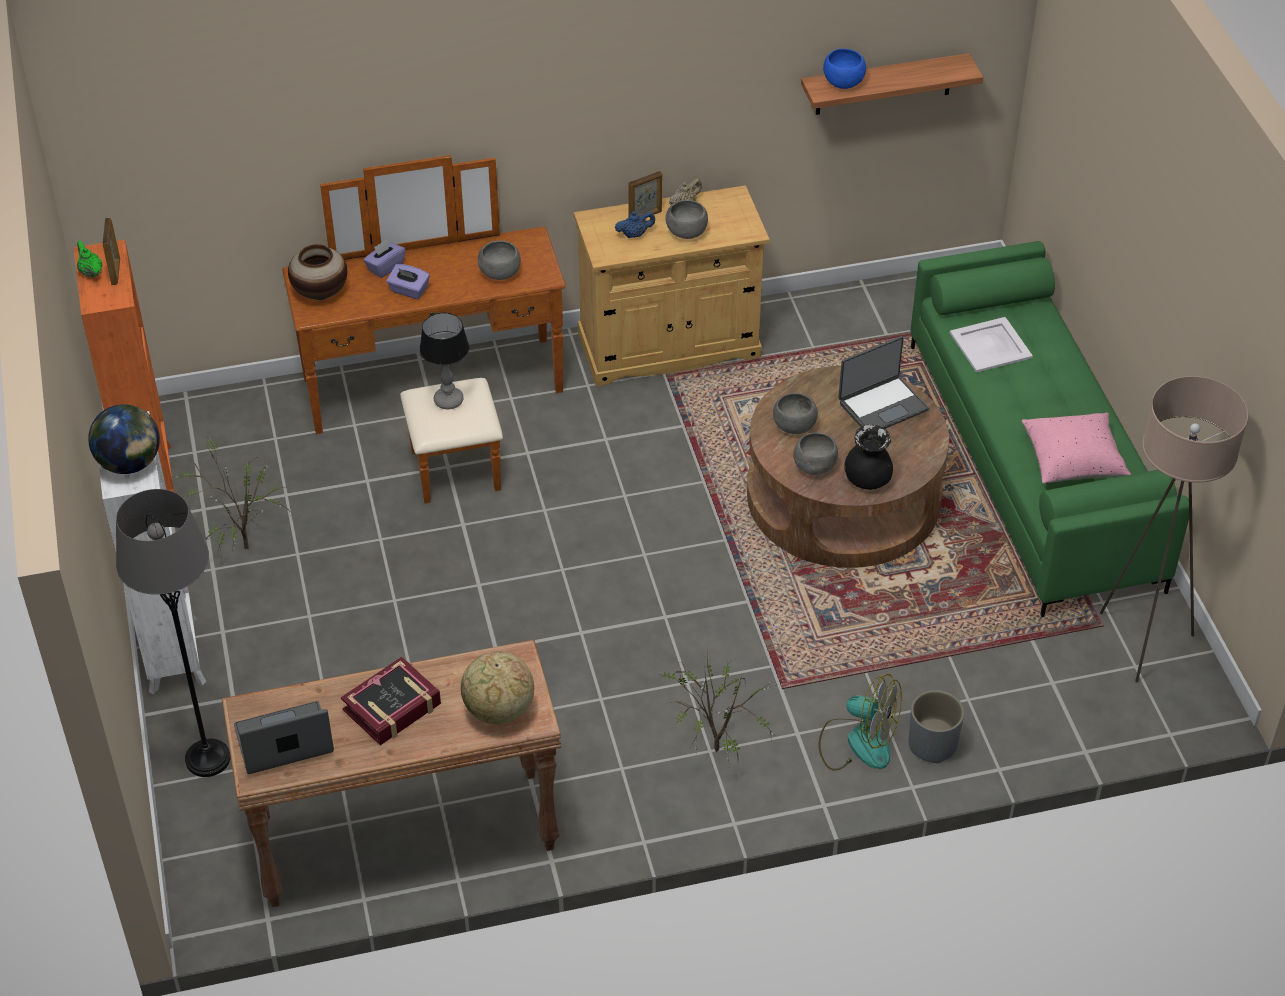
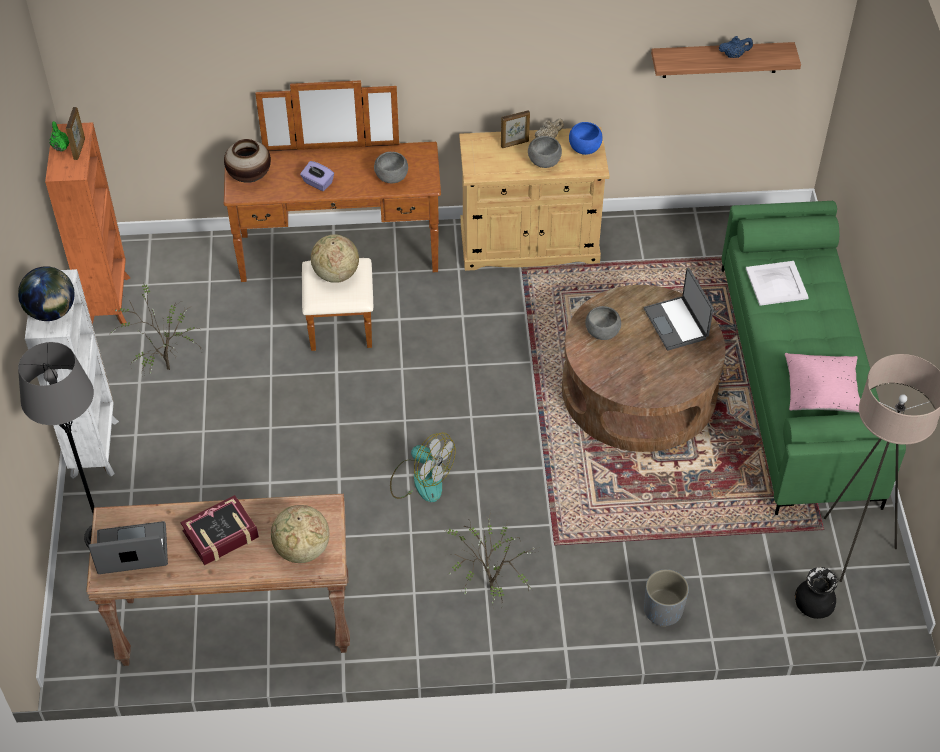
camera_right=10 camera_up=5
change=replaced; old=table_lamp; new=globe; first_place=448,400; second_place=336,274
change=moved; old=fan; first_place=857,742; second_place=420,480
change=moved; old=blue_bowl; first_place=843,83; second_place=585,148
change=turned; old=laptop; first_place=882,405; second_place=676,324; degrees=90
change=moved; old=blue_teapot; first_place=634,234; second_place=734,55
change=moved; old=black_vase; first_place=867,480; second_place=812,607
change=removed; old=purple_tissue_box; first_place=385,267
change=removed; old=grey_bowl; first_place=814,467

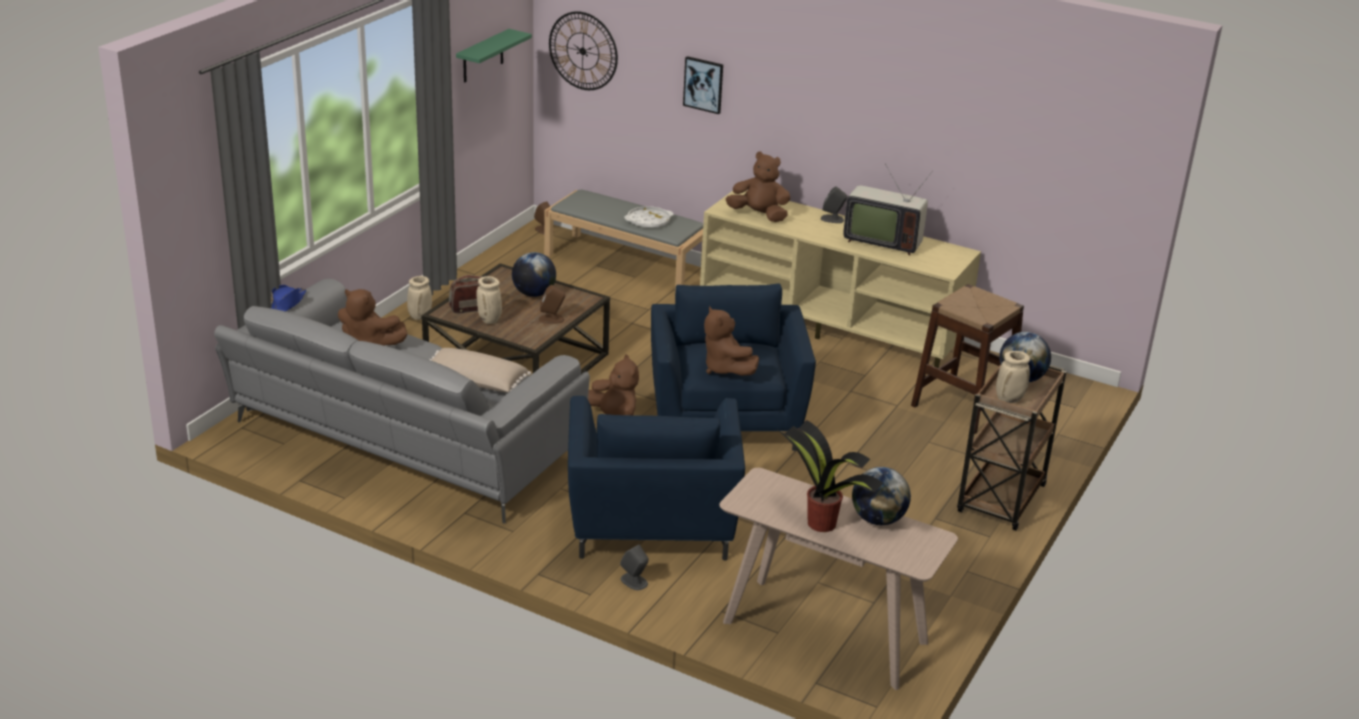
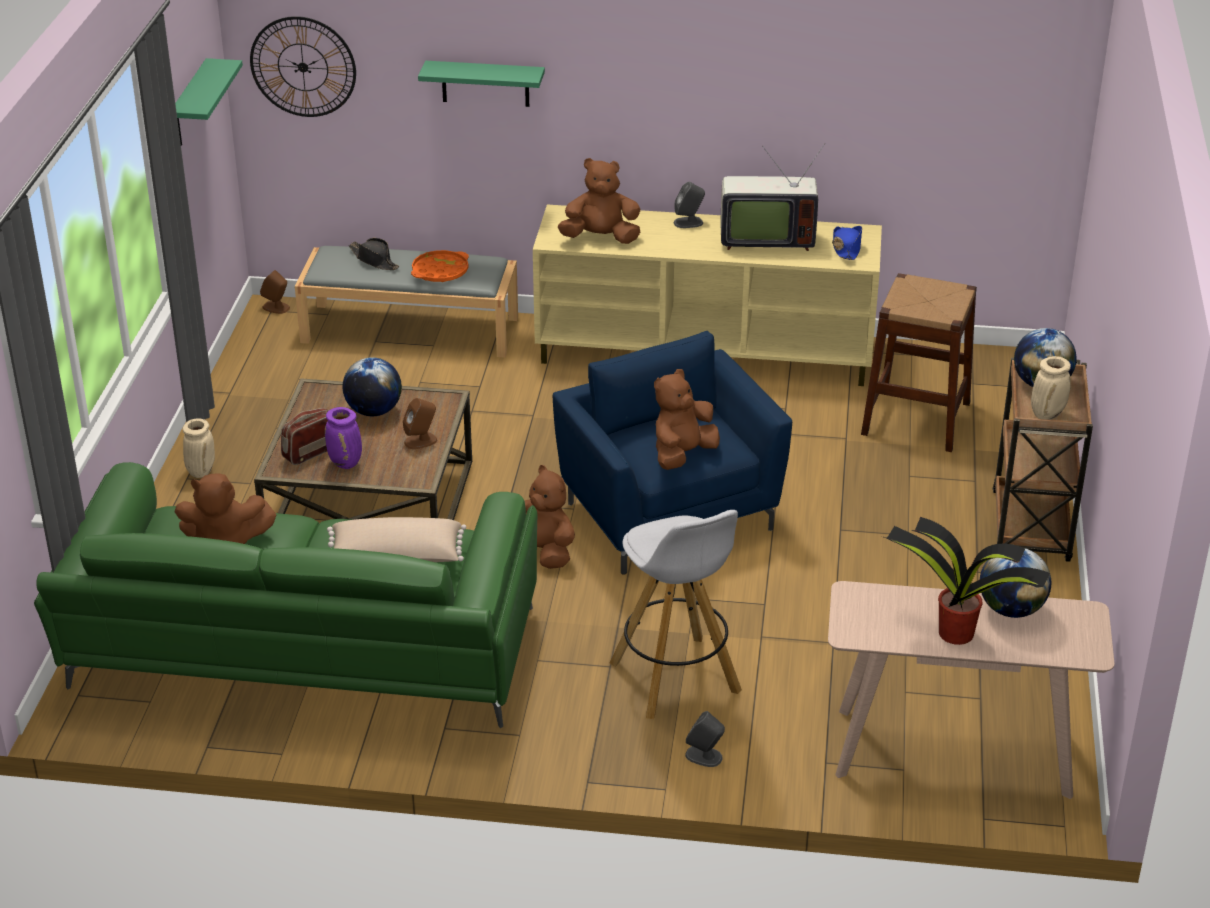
camera_right=-20 camera_up=5
change=recoloured; old=grey_sofa; new=green_sofa; first_place=403,441; second_place=300,653
change=recoloured; old=beige_vase; new=purple_vase; first_place=490,320; second_place=346,463
change=added; new=black_hat; second_place=374,260
change=recoloured; old=white_tray; new=orange_tray; first_place=648,221; second_place=440,271
change=replaced; old=picture; new=green_shelf; first_place=703,84; second_place=485,83
change=replaced; old=blue_armchair; new=white_stool; first_place=651,527; second_place=676,679
change=turned; old=brown_plush_toy; first_place=725,369; second_place=682,455; degrees=90
change=moved; old=blue_hat; first_place=286,304; second_place=846,248

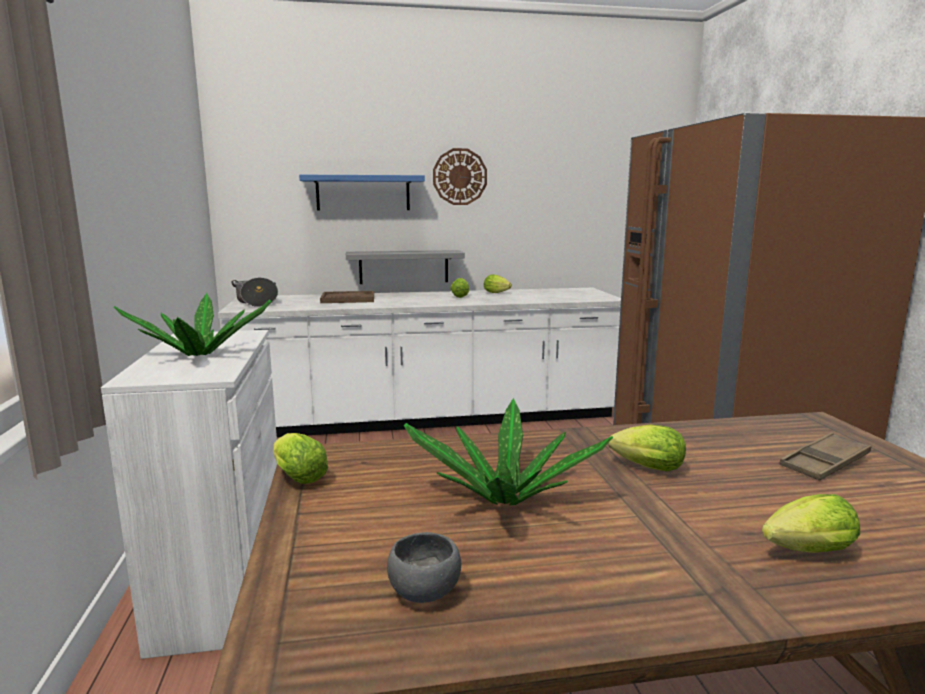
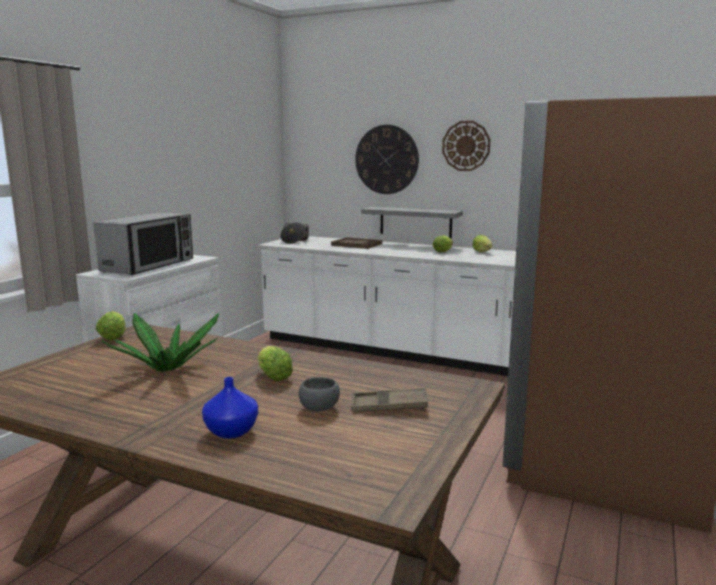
camera_right=35 camera_up=0
change=replaced; old=potted_plant; new=microwave; first_place=199,354; second_place=149,265
change=replaced; old=lettuce; new=blue_vase; first_place=804,552; second_place=231,432
change=moved; old=grey_bowl; first_place=425,591; second_place=320,408
change=replaced; old=blue_shelf; new=wall_clock; first_place=363,193; second_place=386,159

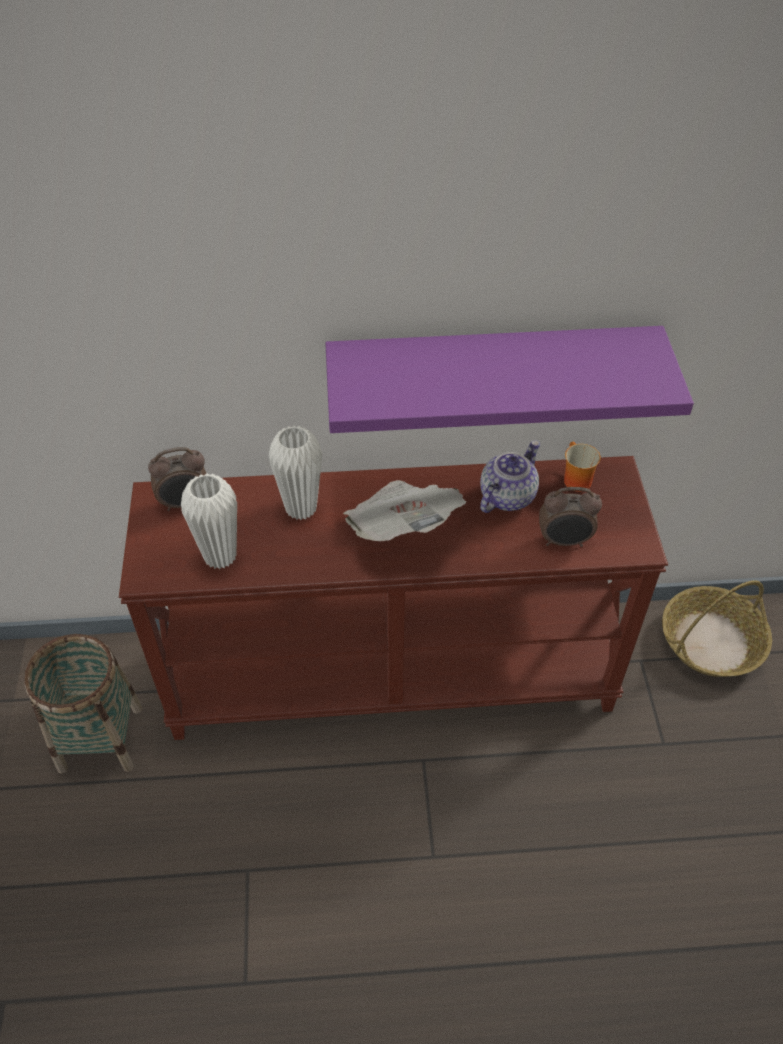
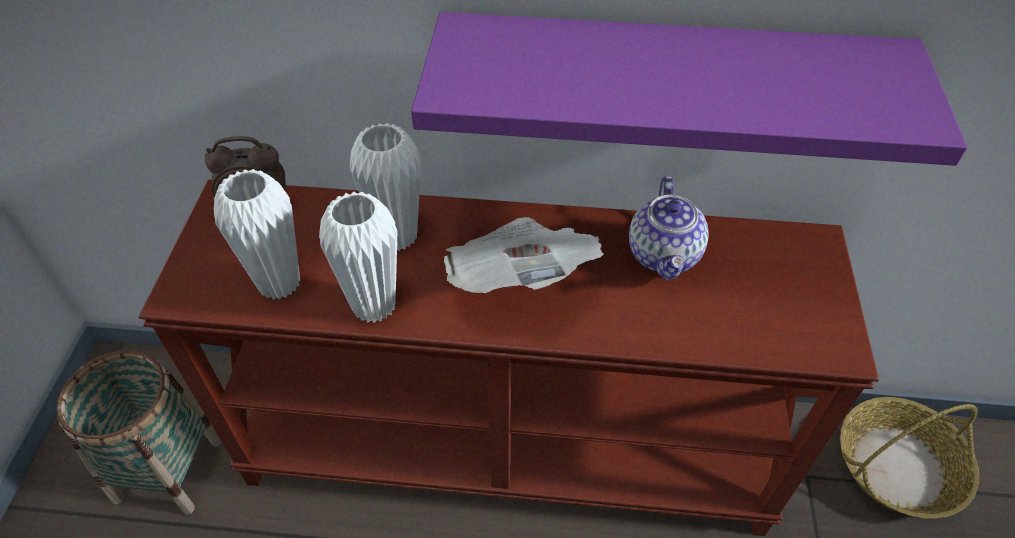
camera_right=10 camera_up=0
change=added; new=white_vase; second_place=374,306
change=turned; old=teapot; first_place=507,496; second_place=665,255; degrees=135
change=removed; old=alarm_clock; first_place=564,541
change=removed; old=mug; first_place=574,479

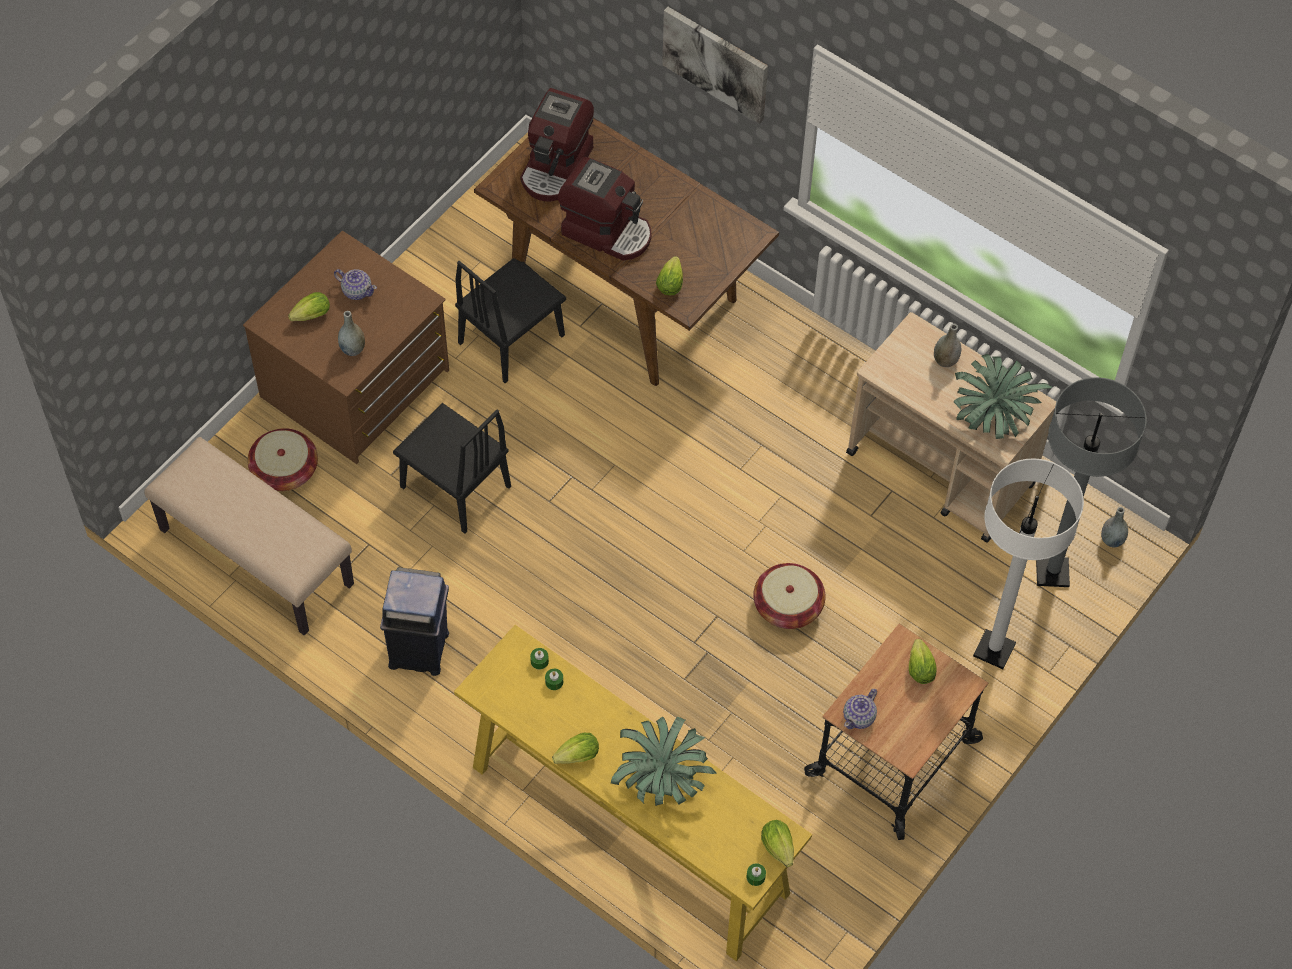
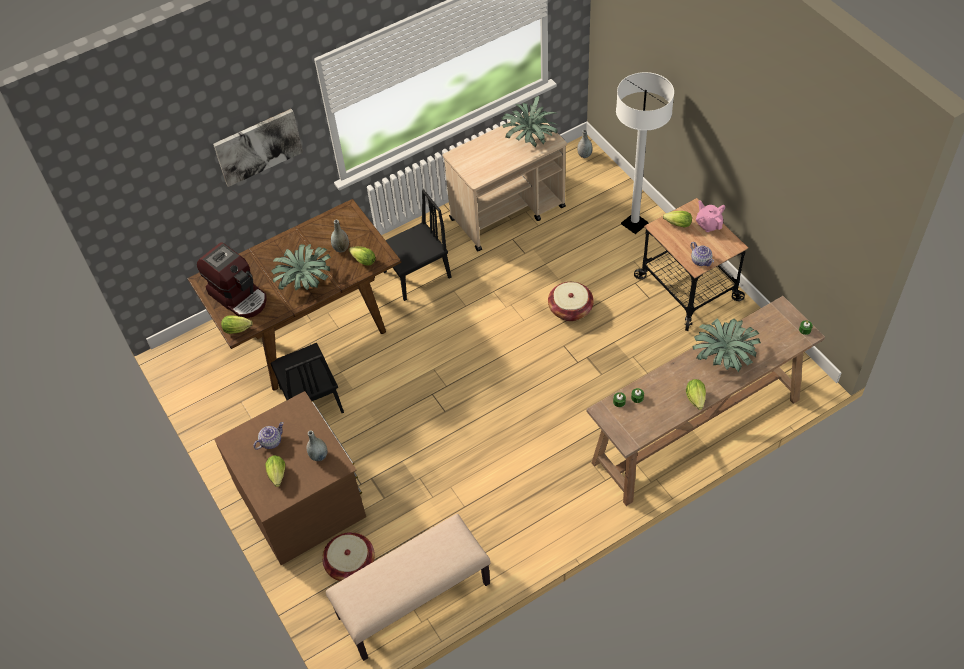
camera_right=-65 camera_up=-5
change=moved; old=lettuce; first_place=779,850; second_place=239,329
change=replaced; old=coffee_machine; new=potted_plant; first_place=607,231; second_place=305,282
change=moved; old=grey_vase; first_place=945,360; second_place=341,248
change=moved; old=black_chair; first_place=455,486; second_place=417,274
change=recoloured; old=yellow_console_table; new=brown_console_table; first_place=627,829; second_place=695,431
change=added; new=pink_teapot; second_place=708,224
change=removed; old=blue_trash_can; first_place=420,650
change=removed; old=grey_floor_lamp; first_place=1052,573

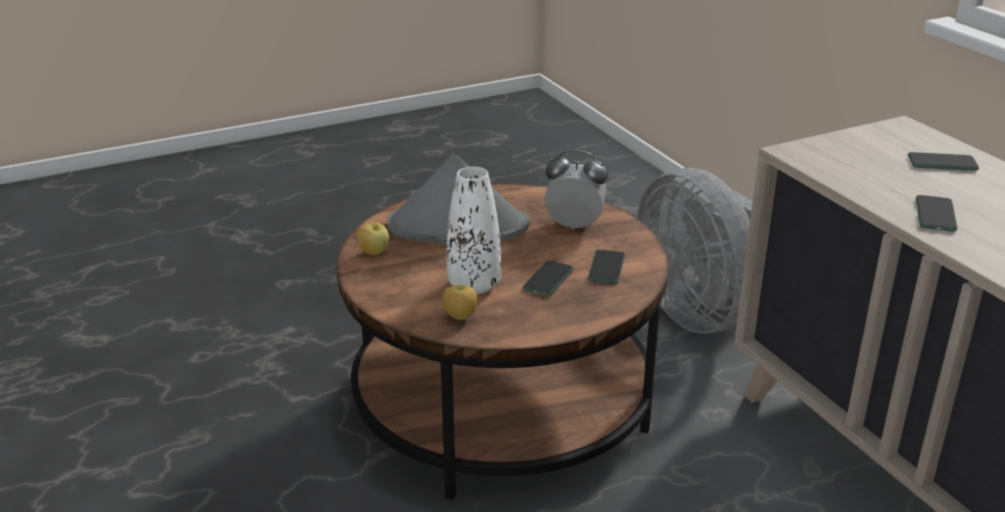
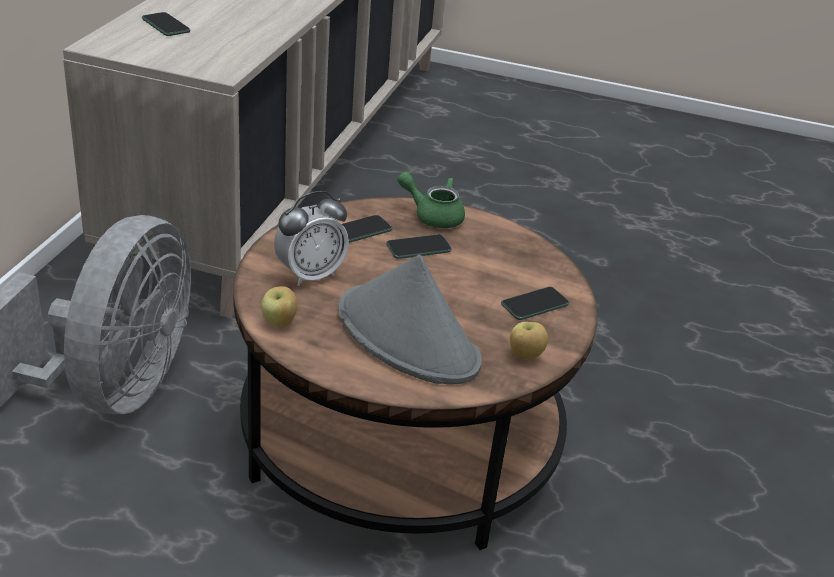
camera_right=-140 camera_up=5
change=moved; old=apple; first_place=460,317; second_place=280,322
change=turned; old=alarm_clock; first_place=574,225; second_place=310,275; degrees=-90
change=added; new=green_teapot; second_place=433,215
change=moved; old=phone; first_place=935,215; second_place=534,304
change=removed; old=white_vase; first_place=474,285

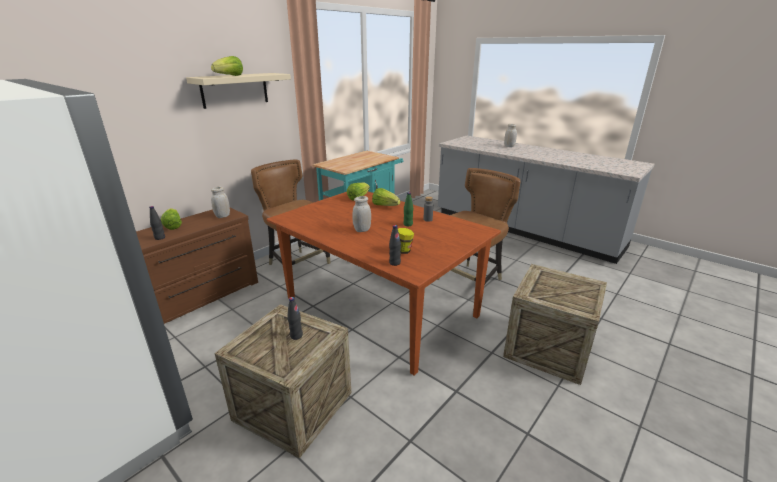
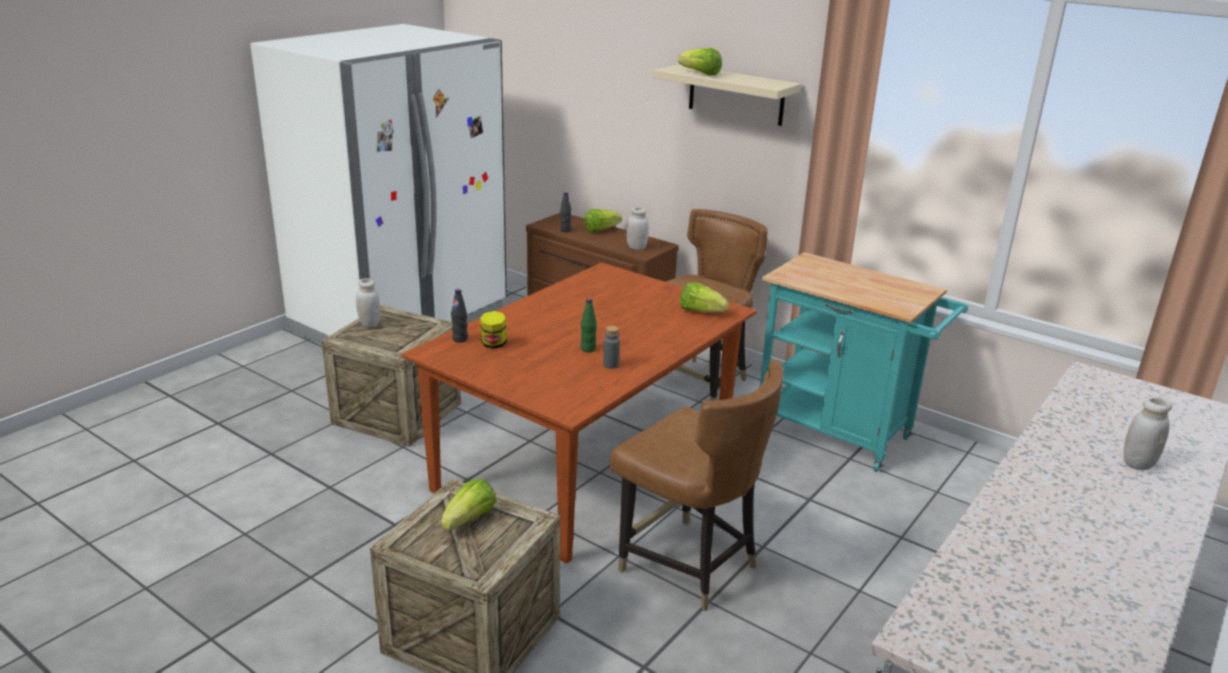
camera_right=85 camera_up=0
change=moved; old=white_jar; first_place=362,230; second_place=369,324
change=moved; old=lettuce; first_place=385,206; second_place=470,519
change=removed; old=black_bottle; first_place=296,336

